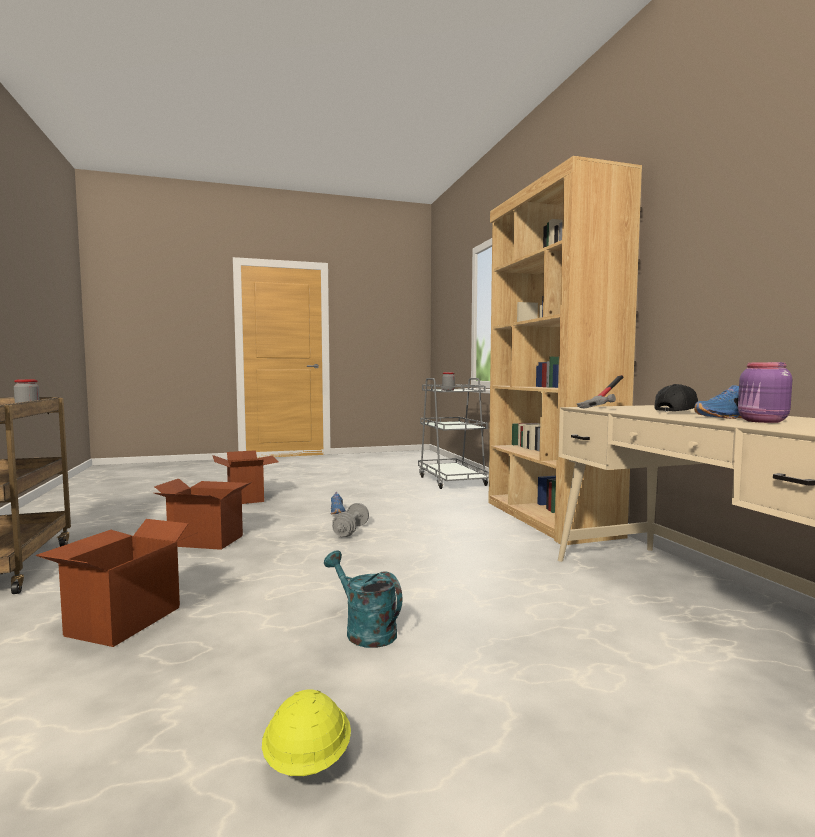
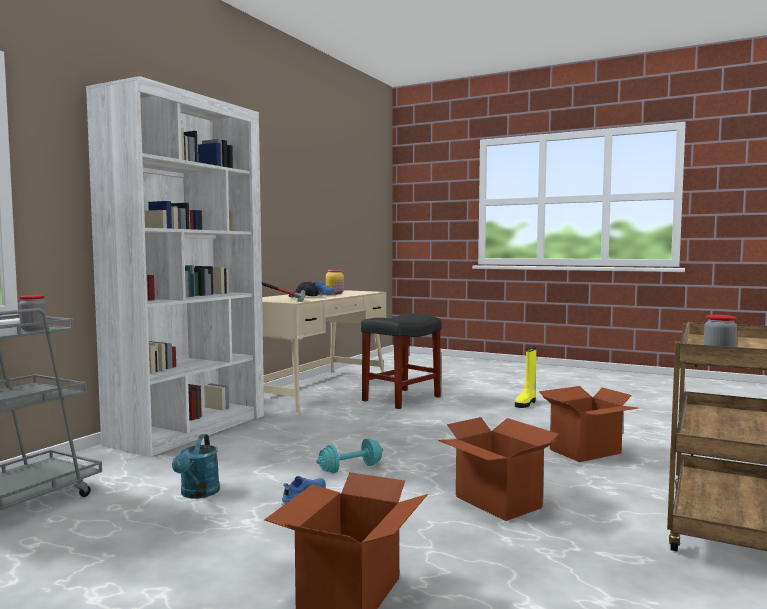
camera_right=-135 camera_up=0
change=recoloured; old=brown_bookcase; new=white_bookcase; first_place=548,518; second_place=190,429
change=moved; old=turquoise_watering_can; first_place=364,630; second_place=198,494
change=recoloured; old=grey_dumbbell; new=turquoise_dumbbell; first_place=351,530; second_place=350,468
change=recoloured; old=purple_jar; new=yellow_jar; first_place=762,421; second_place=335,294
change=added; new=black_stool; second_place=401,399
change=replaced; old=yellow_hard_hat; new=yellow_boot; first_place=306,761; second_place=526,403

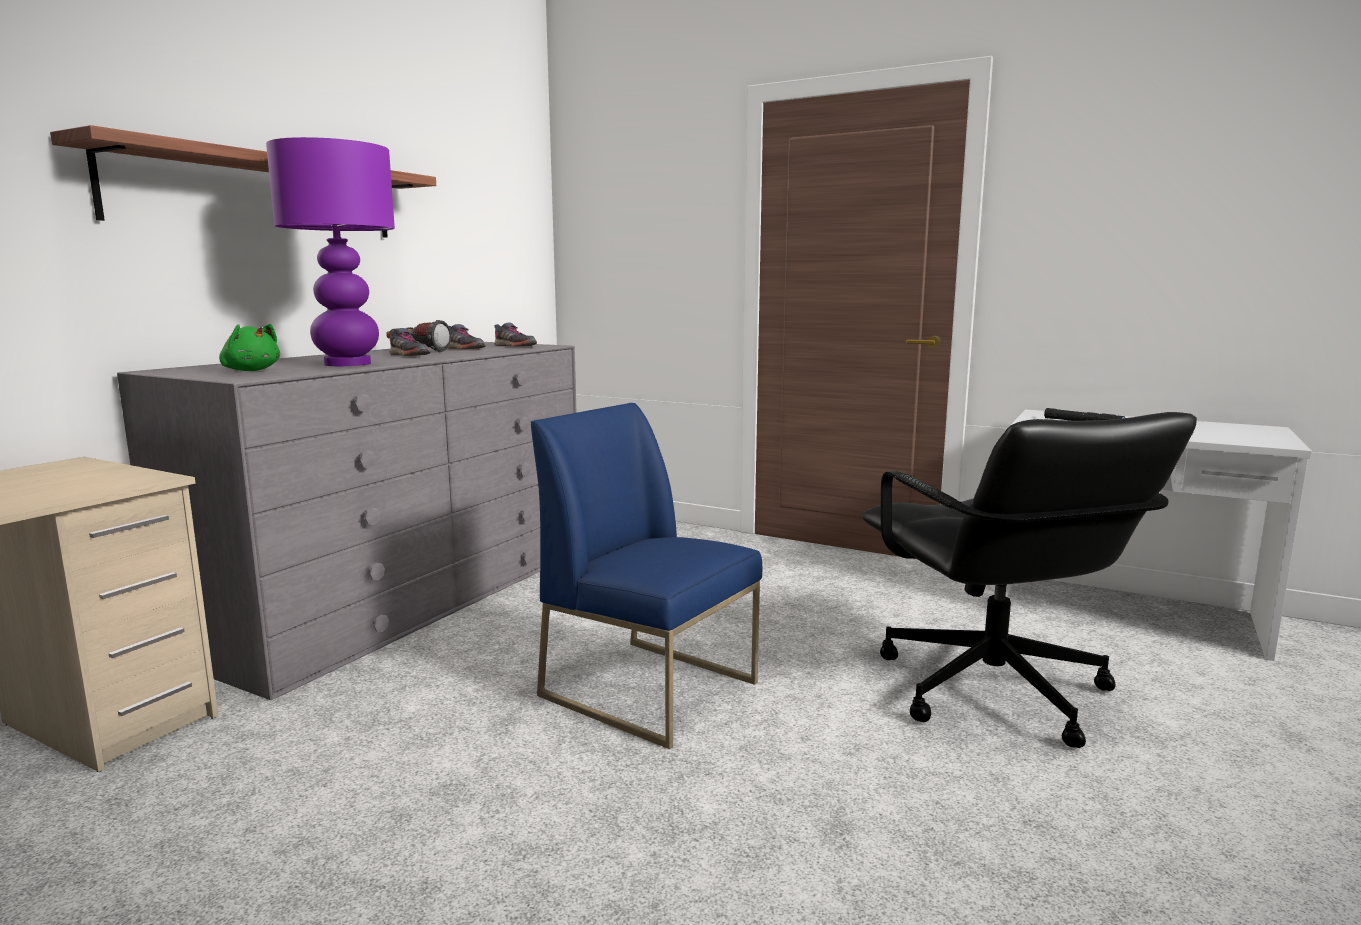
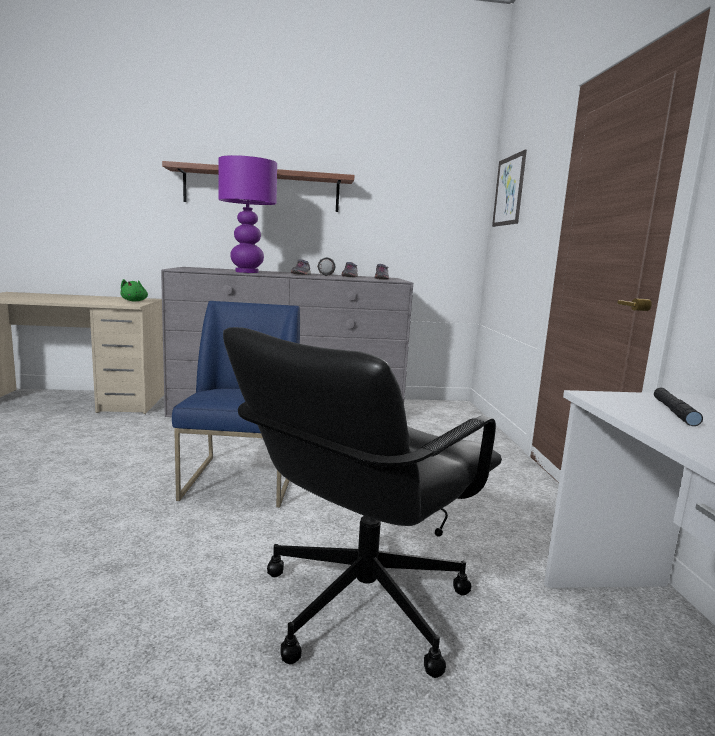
camera_right=55 camera_up=0
change=moved; old=green_plush_toy; first_place=250,371; second_place=135,301
change=added; new=picture; second_place=509,191

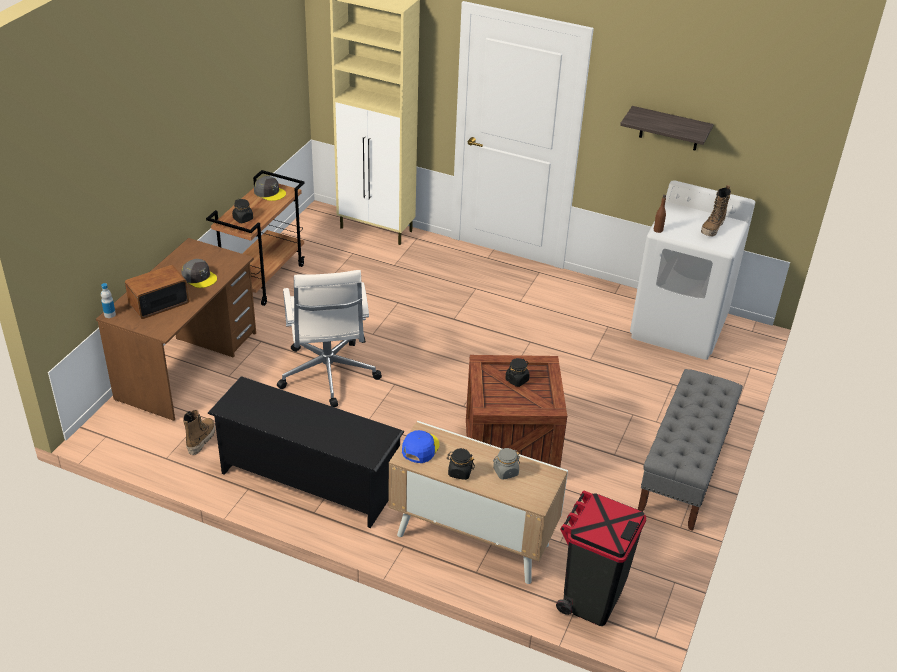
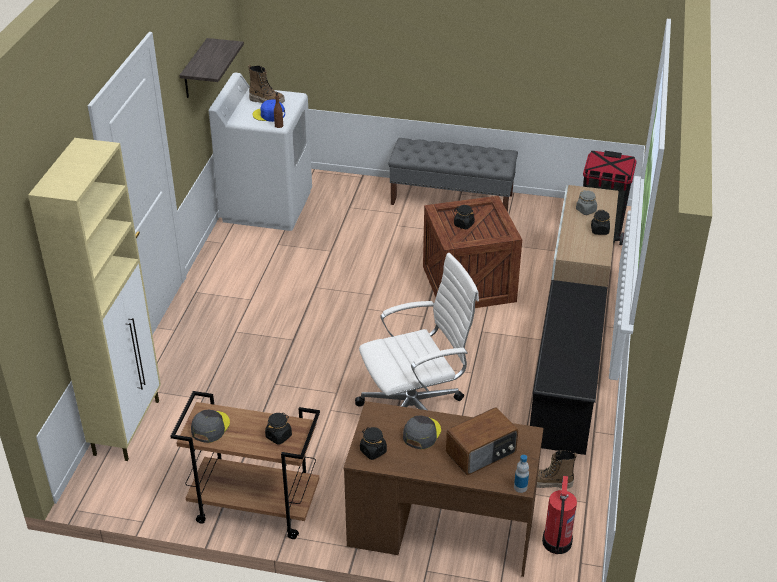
camera_right=-100 camera_up=0
change=moved; old=blue_cap; first_place=420,448; second_place=269,115
change=added; new=black_jar; second_place=373,451
change=turned; old=radio; first_place=158,303; second_place=482,453; degrees=-75
change=added; new=fire_extinguisher; second_place=556,543

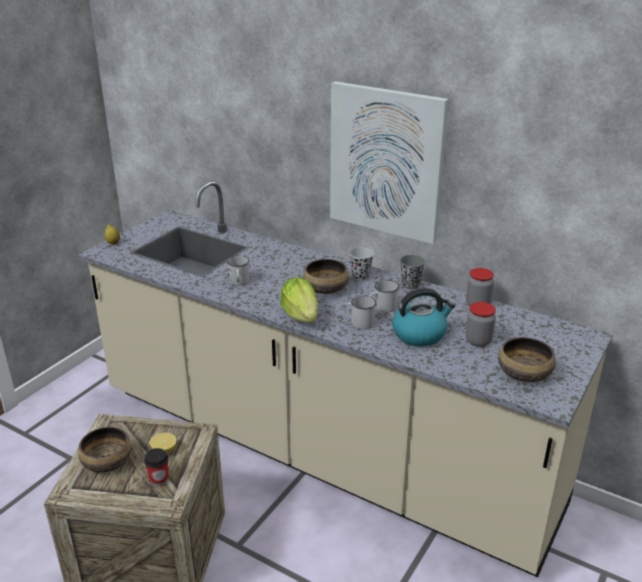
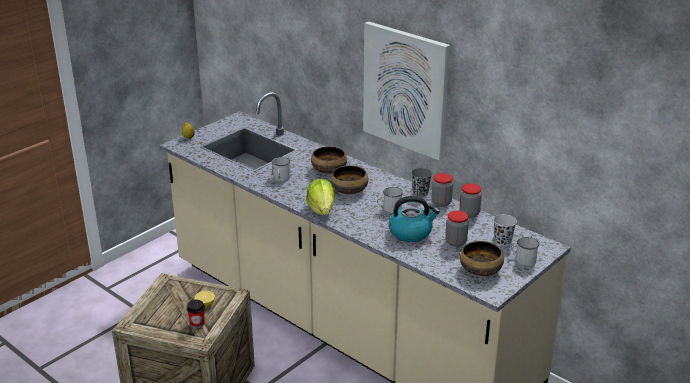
camera_right=10 camera_up=0
change=moved; old=bowl; first_place=106,462; second_place=328,169
change=added; new=jar; second_place=441,202
change=moved; old=black_cup; first_place=360,277; second_place=502,241
change=moved; old=white_mug; first_place=359,322; second_place=522,259

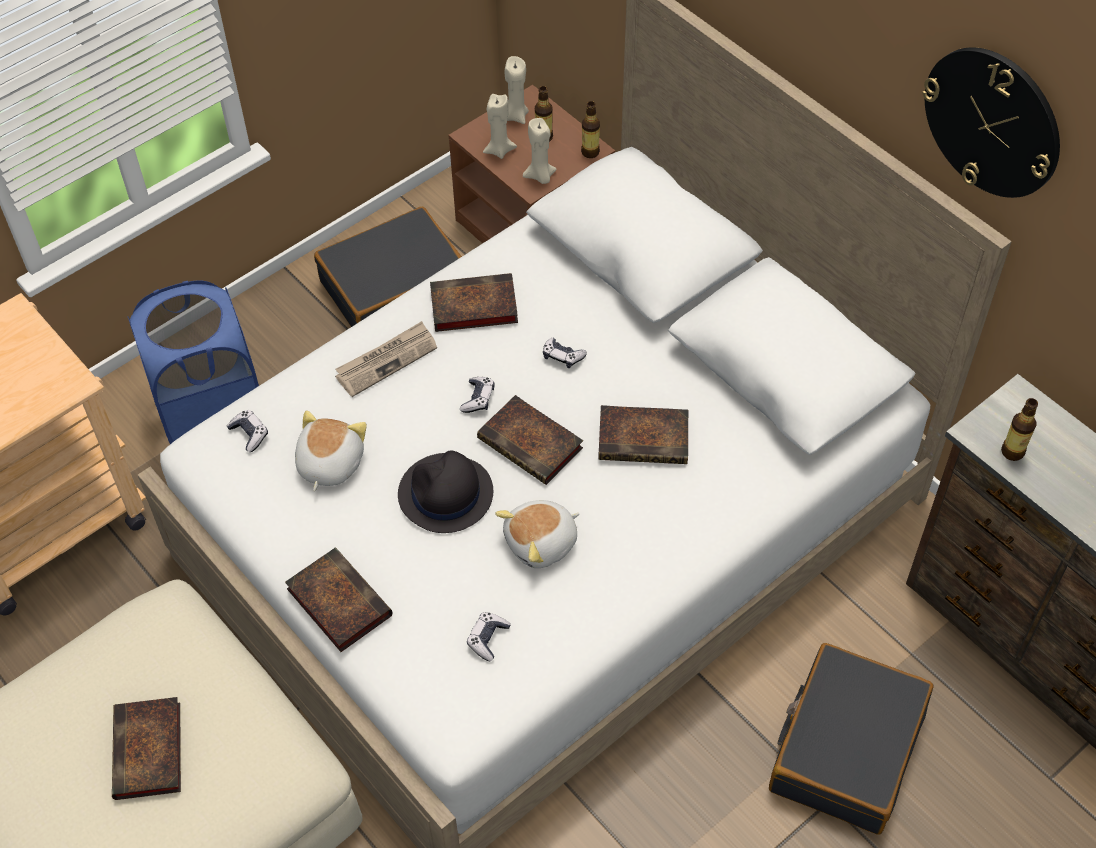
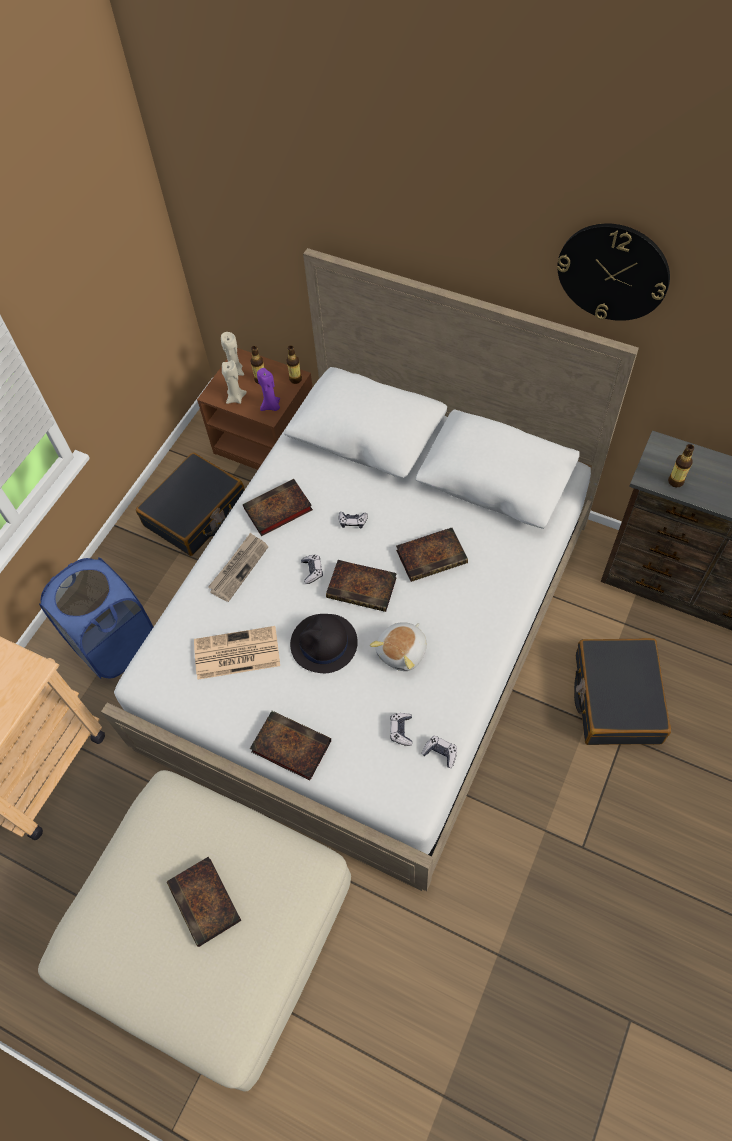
camera_right=-20 camera_up=5
change=replaced; old=plush_toy; new=newspaper; first_place=328,464; second_place=235,654
change=recoloured; old=beige_candle; new=purple_candle; first_place=540,176; second_place=271,406
change=moved; old=game_controller; first_place=249,434; second_place=440,753

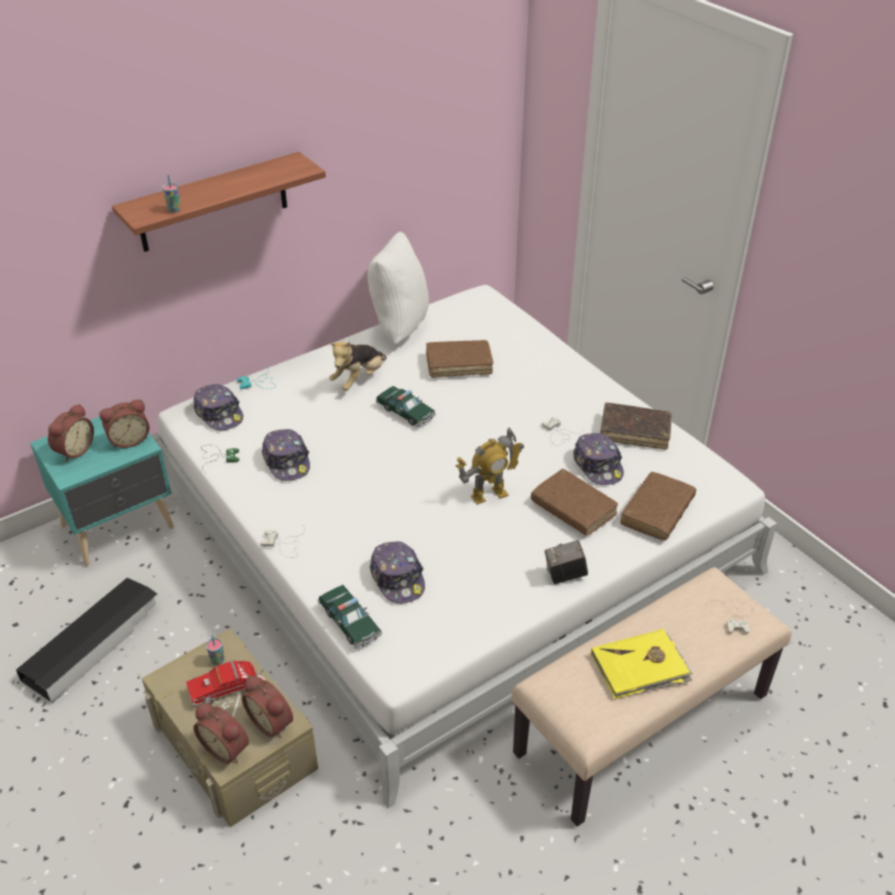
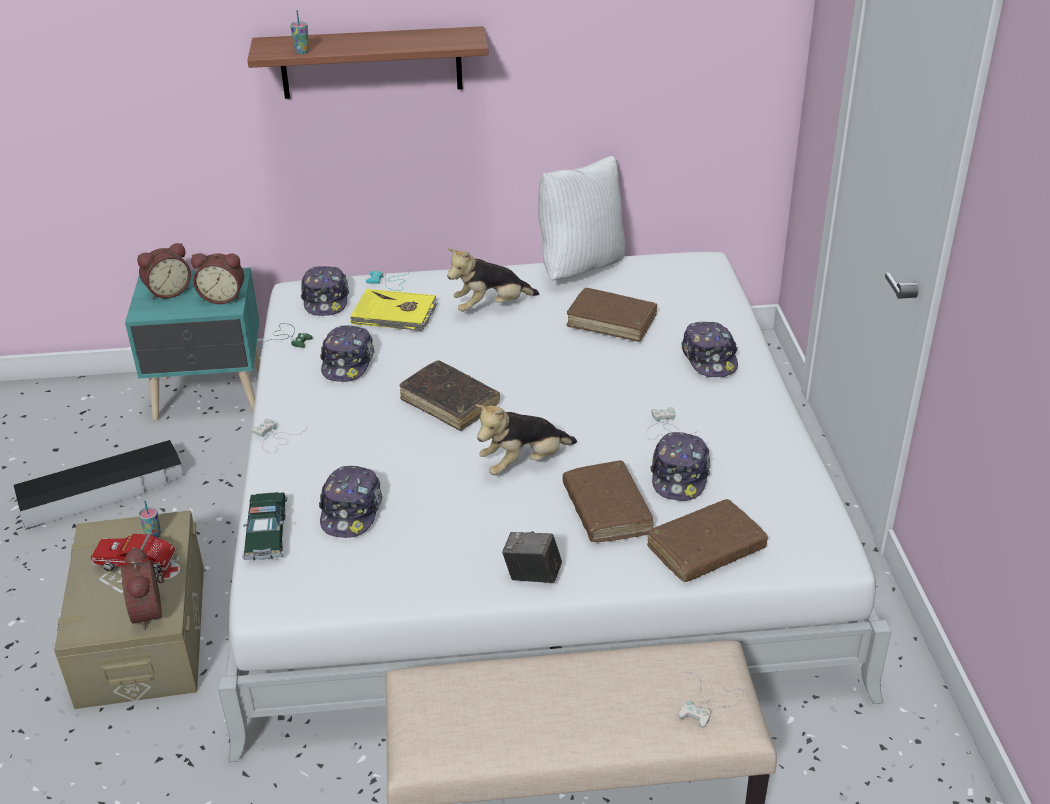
camera_right=30 camera_up=-5
change=moved; old=yellow_book; first_place=640,667; second_place=394,314
change=moved; old=brown_book; first_place=634,432; second_place=449,403
change=replaced; old=toy_robot; new=plush_toy; first_place=489,495; second_place=524,463
change=added; new=cap; second_place=709,358
change=removed; old=alarm_clock; first_place=227,747
change=removed; old=toy_car; first_place=405,412

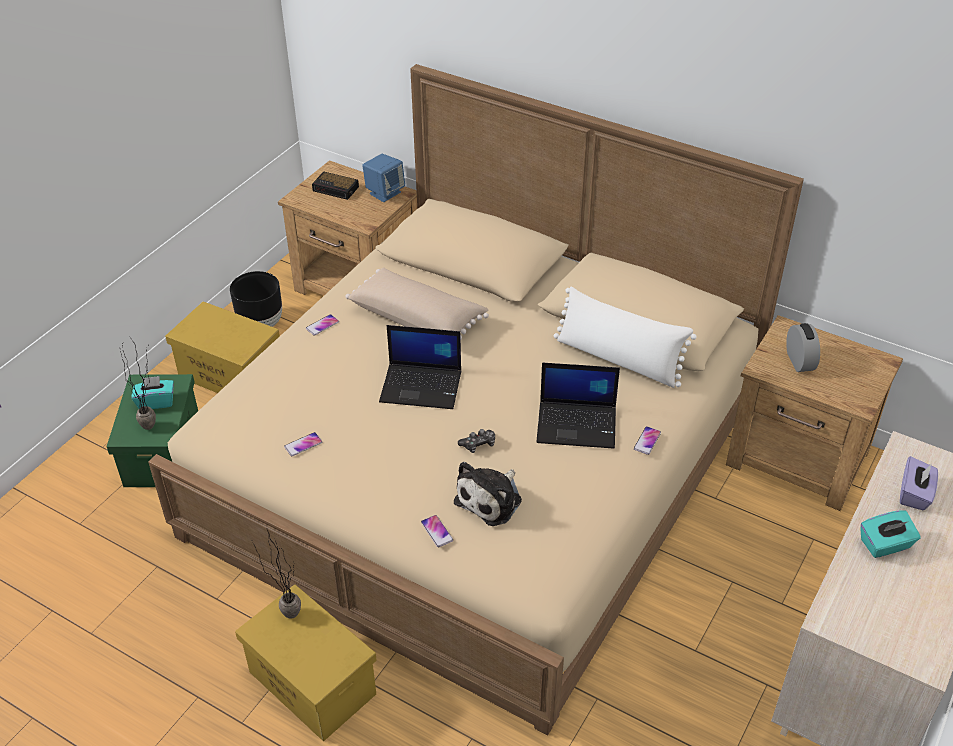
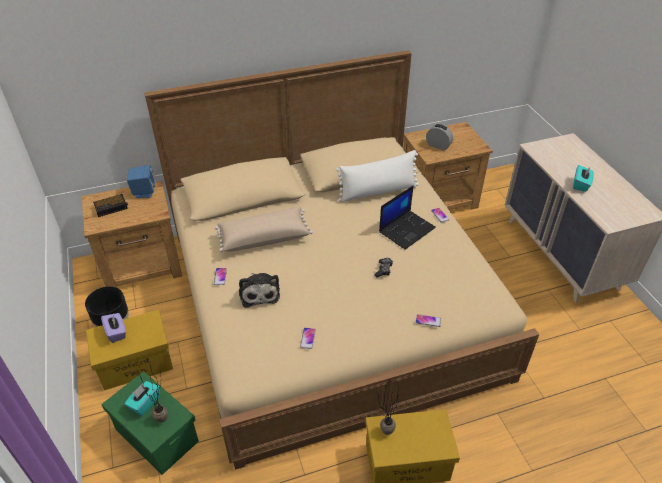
camera_right=-50 camera_up=0
change=moved; old=purple_tissue_box; first_place=914,494; second_place=116,332
change=moved; old=plush_toy; first_place=491,499; second_place=259,292
change=removed; old=laptop; first_place=422,386

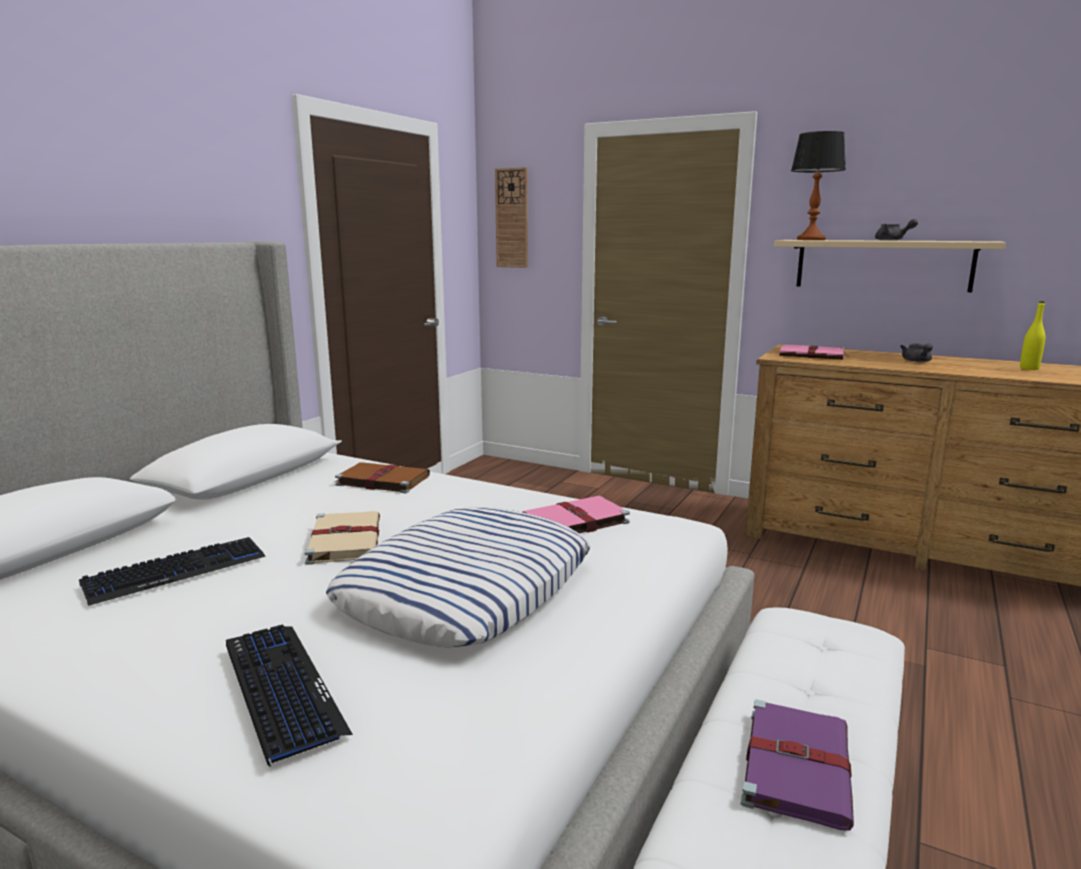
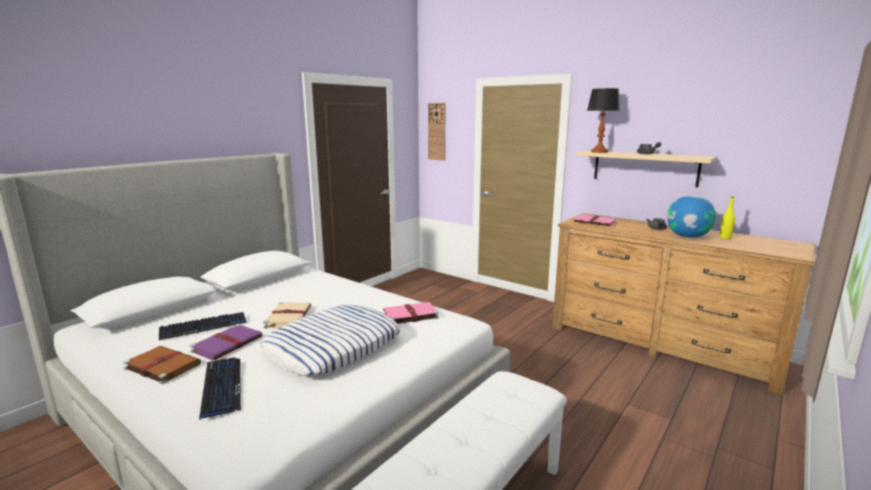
camera_right=10 camera_up=0
change=moved; old=brown_book; first_place=381,480; second_place=161,366
change=moved; old=purple_book; first_place=796,764; second_place=228,344
change=added; new=globe; second_place=687,236

